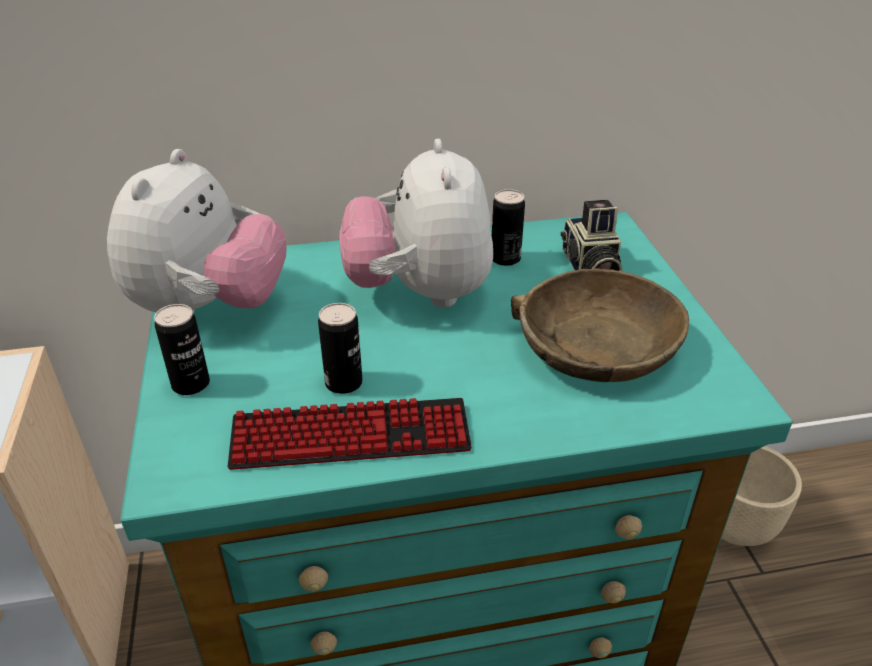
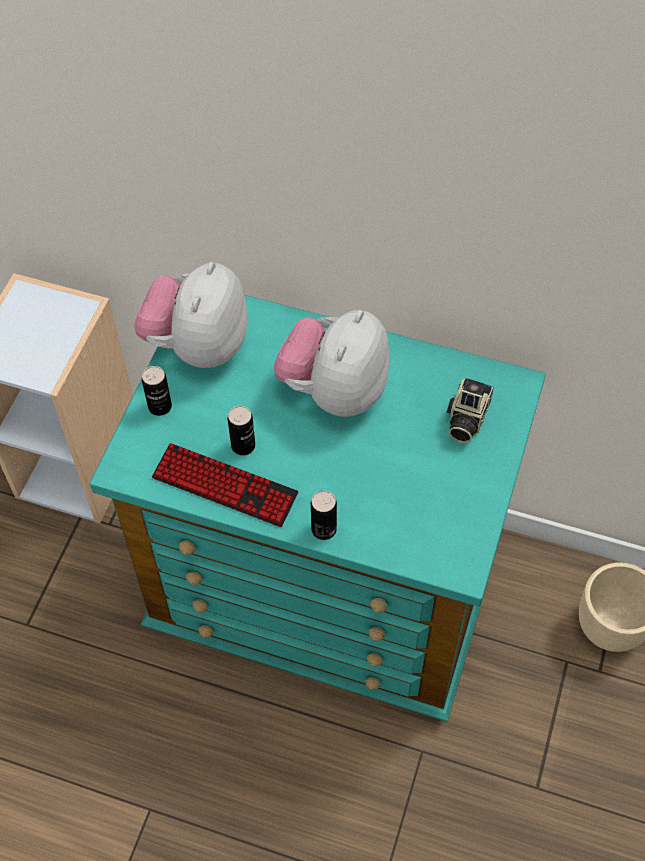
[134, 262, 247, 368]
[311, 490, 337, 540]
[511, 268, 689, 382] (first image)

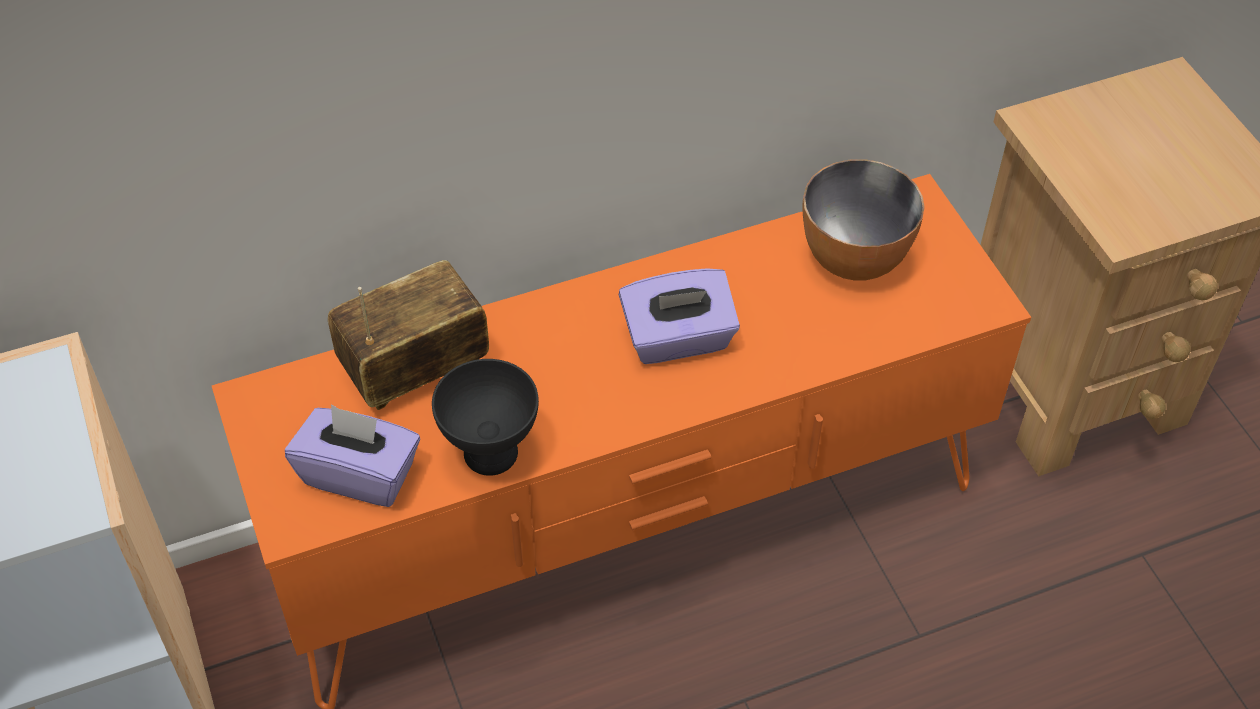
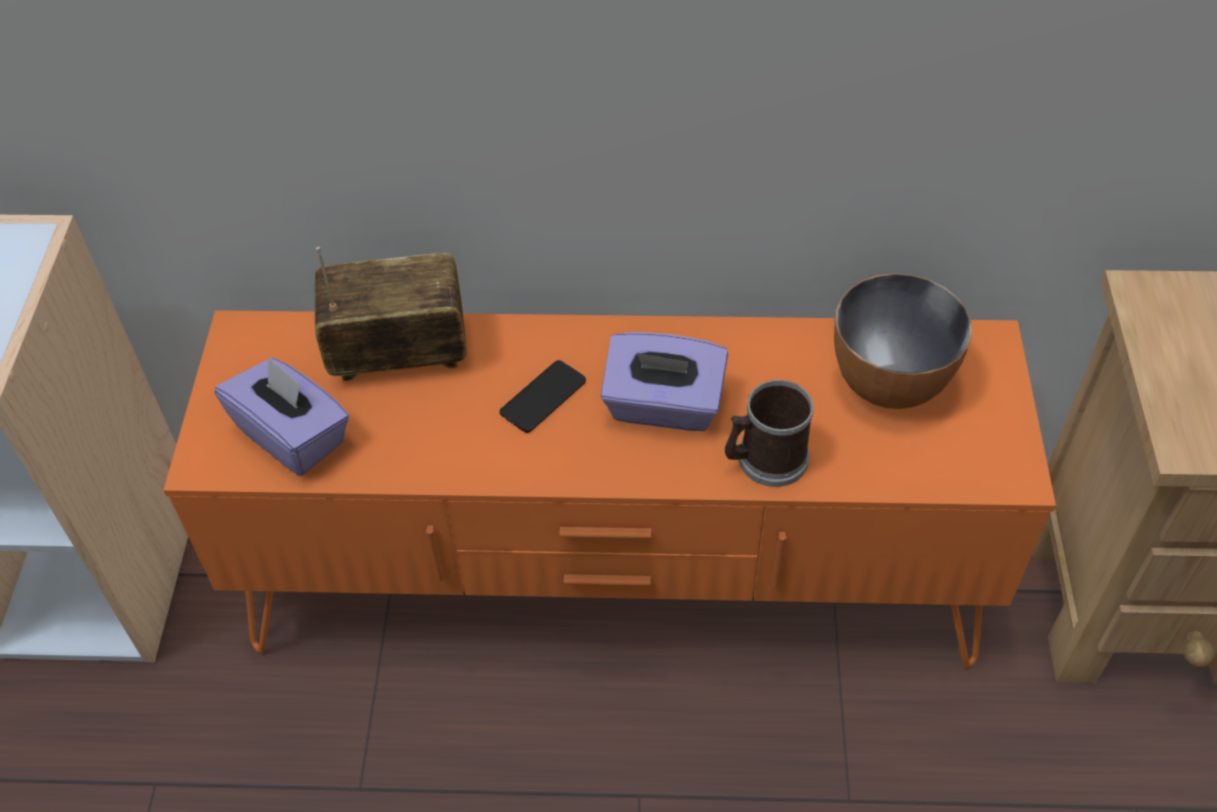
[432, 359, 539, 476] (first image)
[500, 360, 586, 433]
[725, 380, 813, 487]

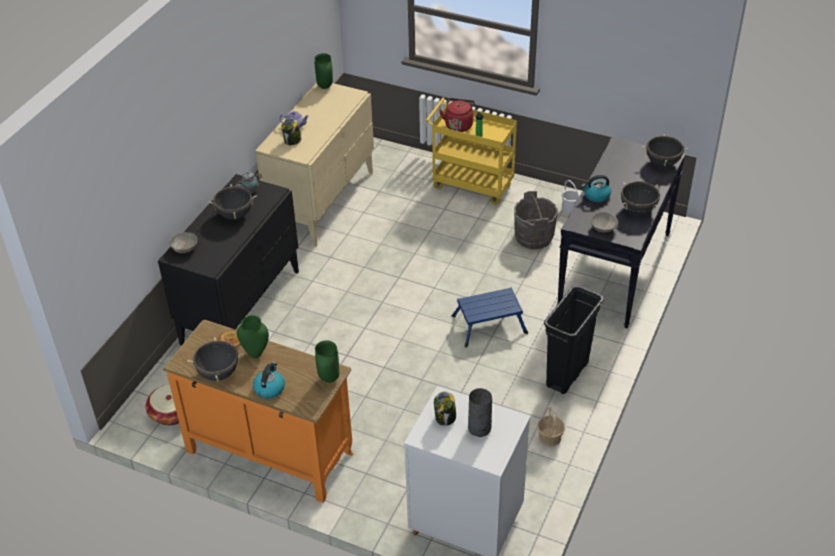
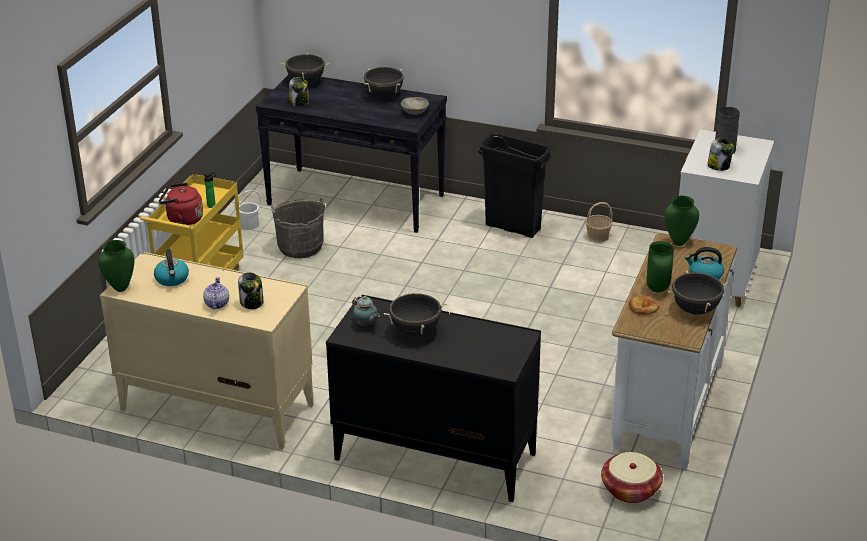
[610, 233, 737, 469]
[170, 232, 197, 253] (first image)
[451, 287, 528, 348] (first image)
[154, 249, 189, 286]
[289, 77, 309, 107]

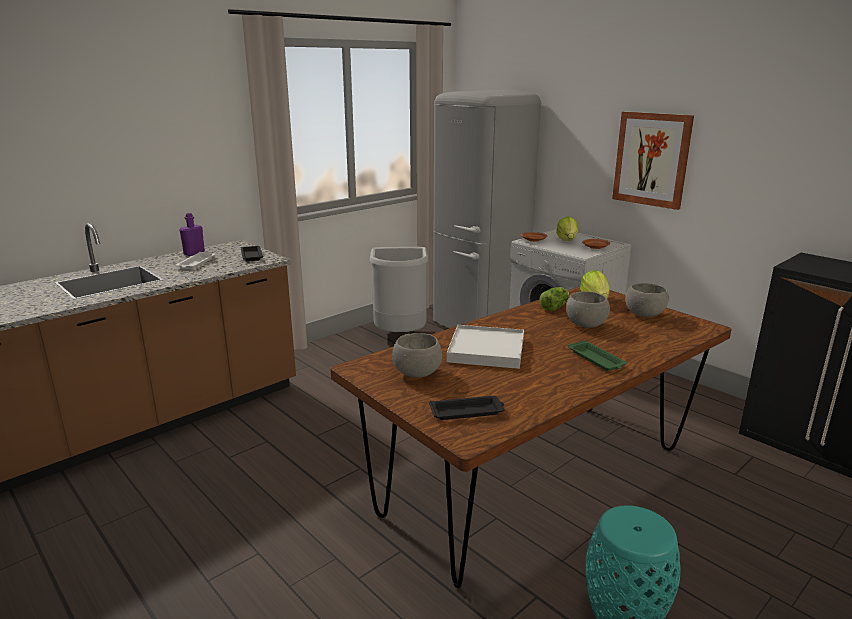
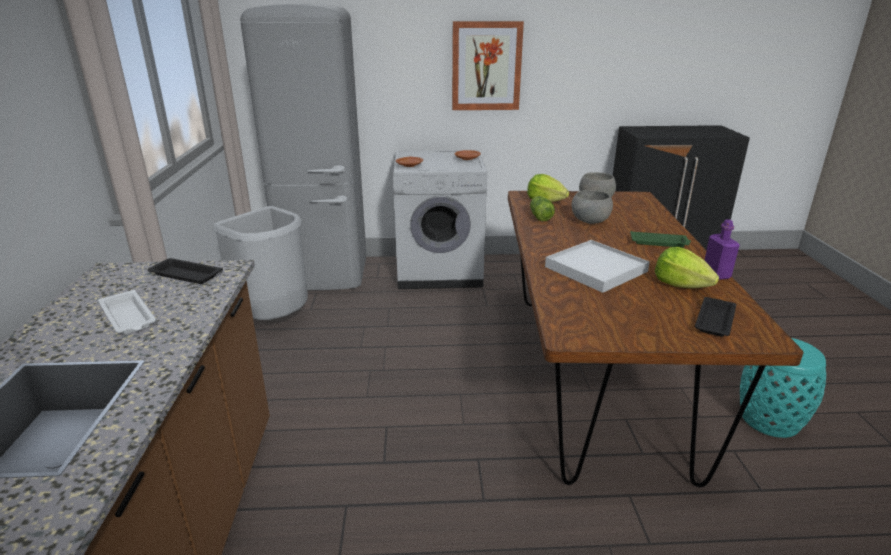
[705, 219, 740, 280]
[392, 333, 442, 378] (first image)
[655, 247, 719, 288]

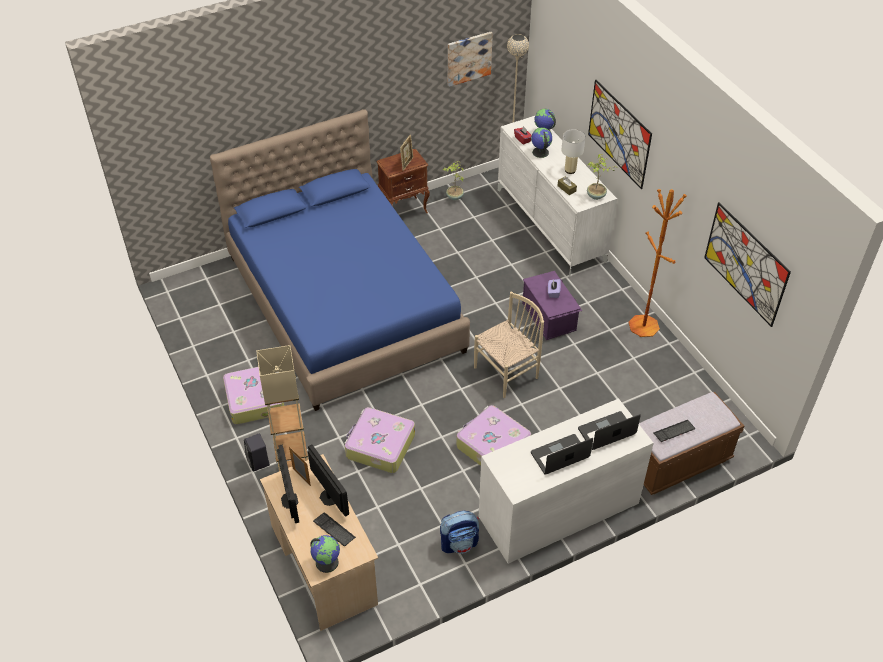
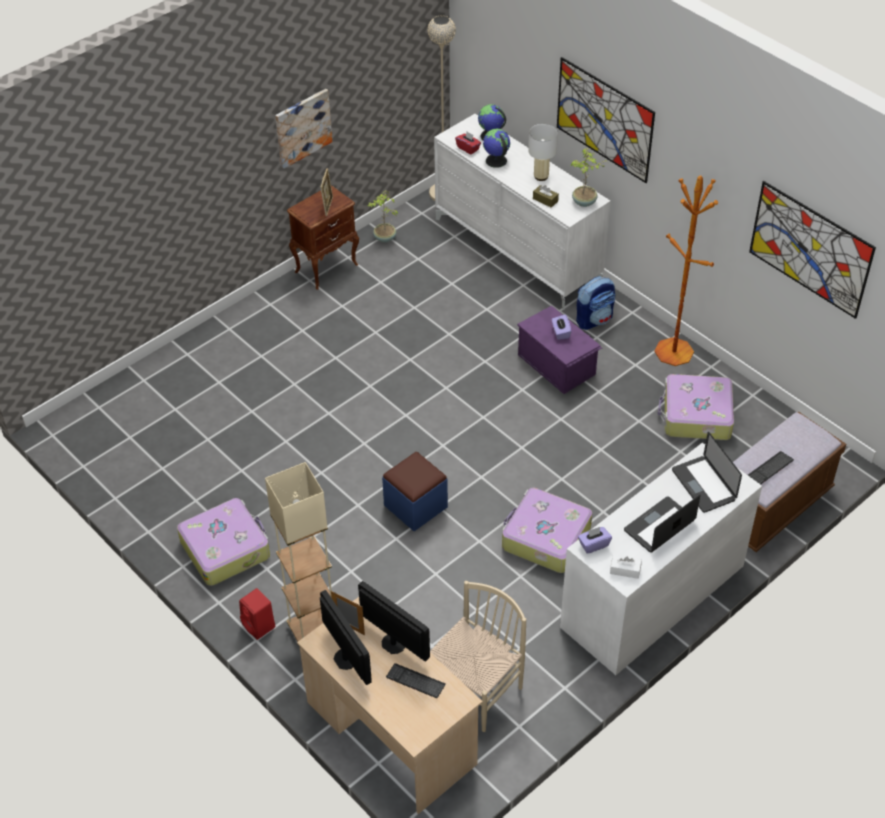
[210, 109, 470, 411] (first image)
[239, 588, 275, 640]
[310, 535, 340, 573] (first image)
[658, 374, 734, 440]
[576, 276, 615, 330]
[275, 89, 332, 169]
[430, 581, 526, 732]
[672, 432, 742, 513]
[382, 452, 448, 531]
[578, 527, 612, 554]
[610, 555, 642, 579]

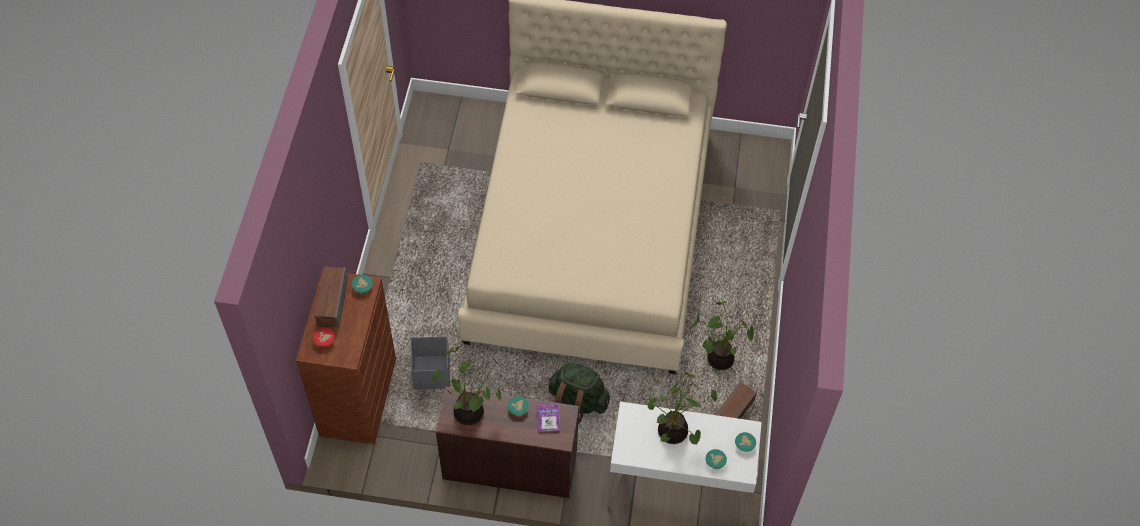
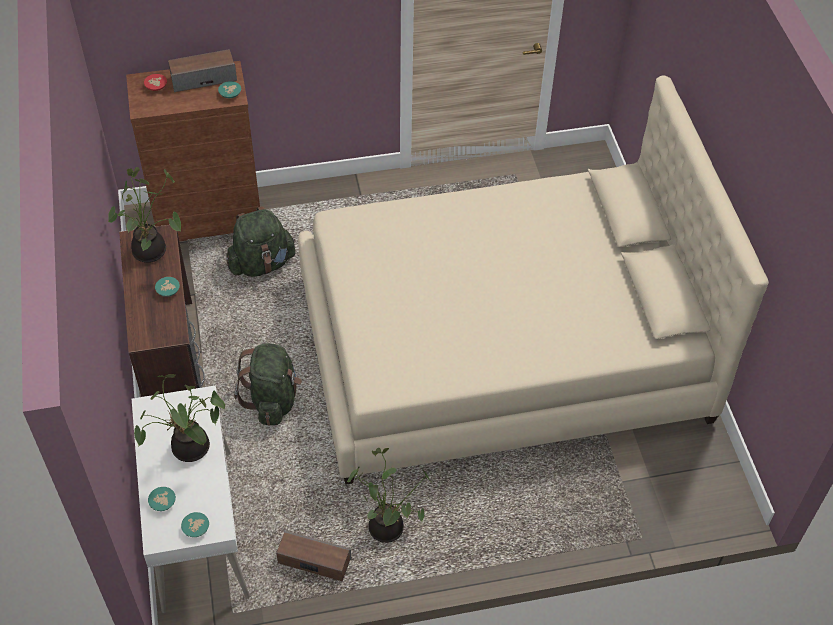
[226, 206, 296, 277]
[536, 403, 560, 432] (first image)

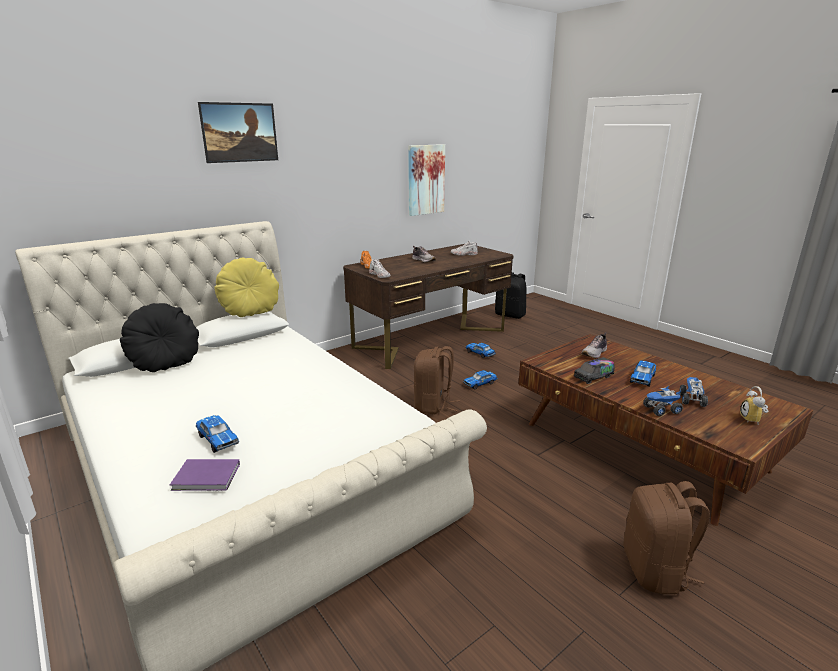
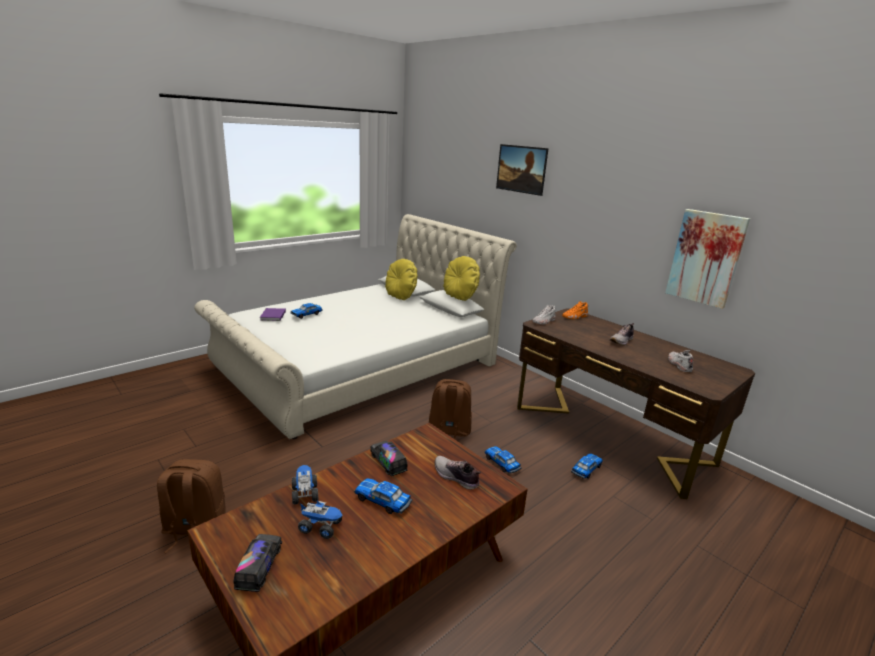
[385, 259, 417, 300]
[495, 272, 526, 319] (first image)
[234, 534, 282, 592]

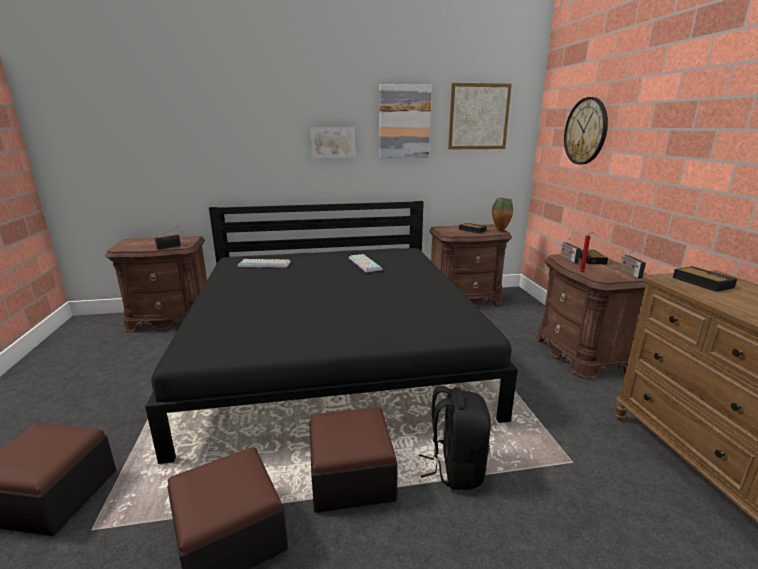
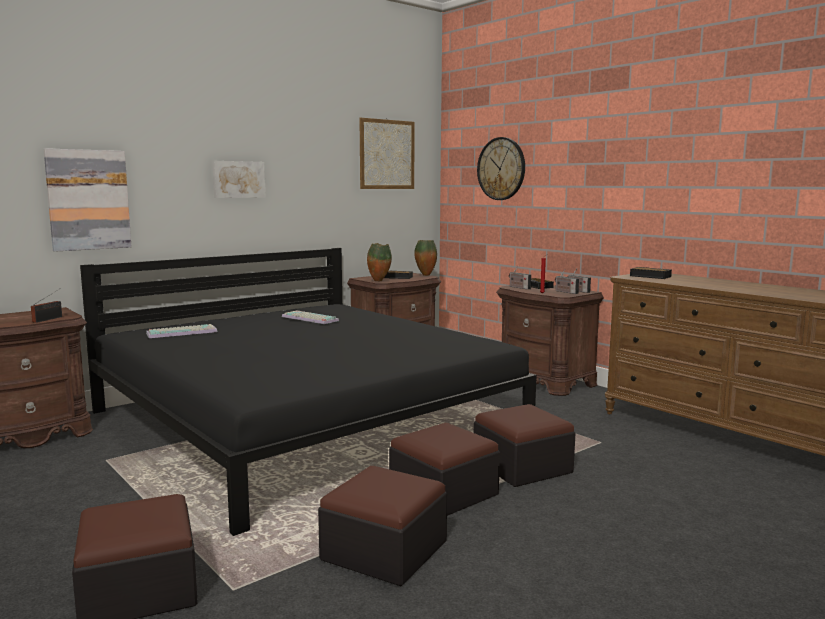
[44, 148, 132, 252]
[474, 404, 575, 487]
[367, 243, 392, 281]
[555, 270, 579, 294]

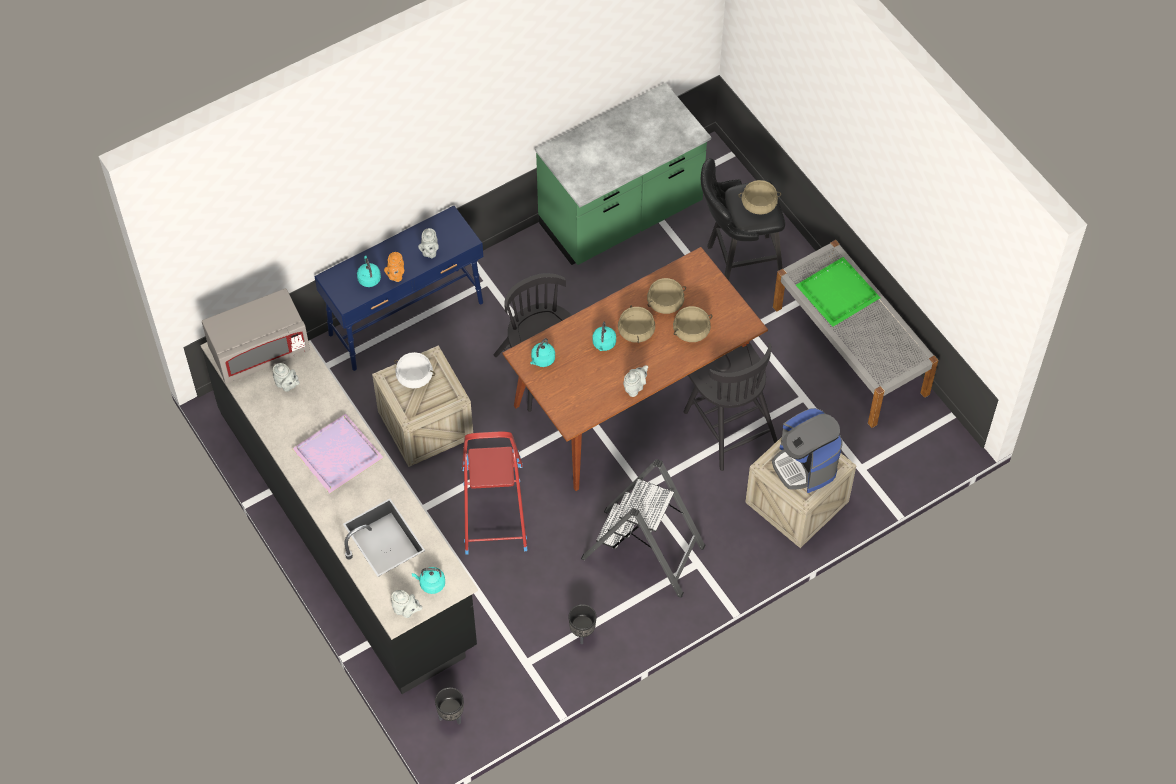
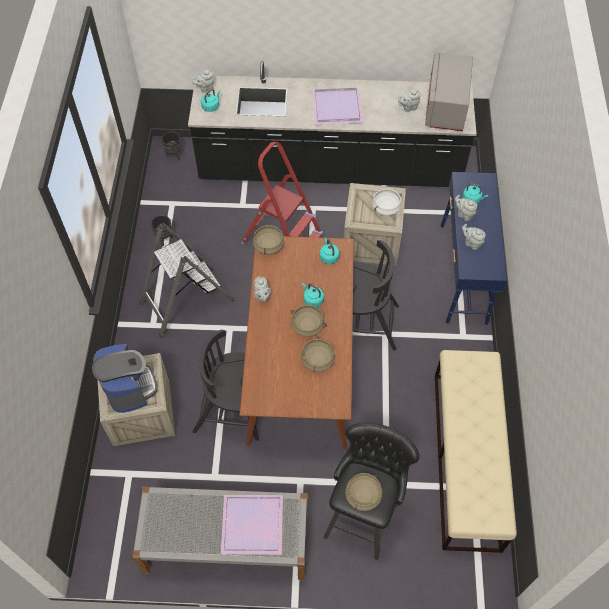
[455, 195, 477, 221]
[435, 350, 517, 553]
[253, 224, 284, 255]
[92, 344, 157, 413]
[221, 495, 283, 555]

